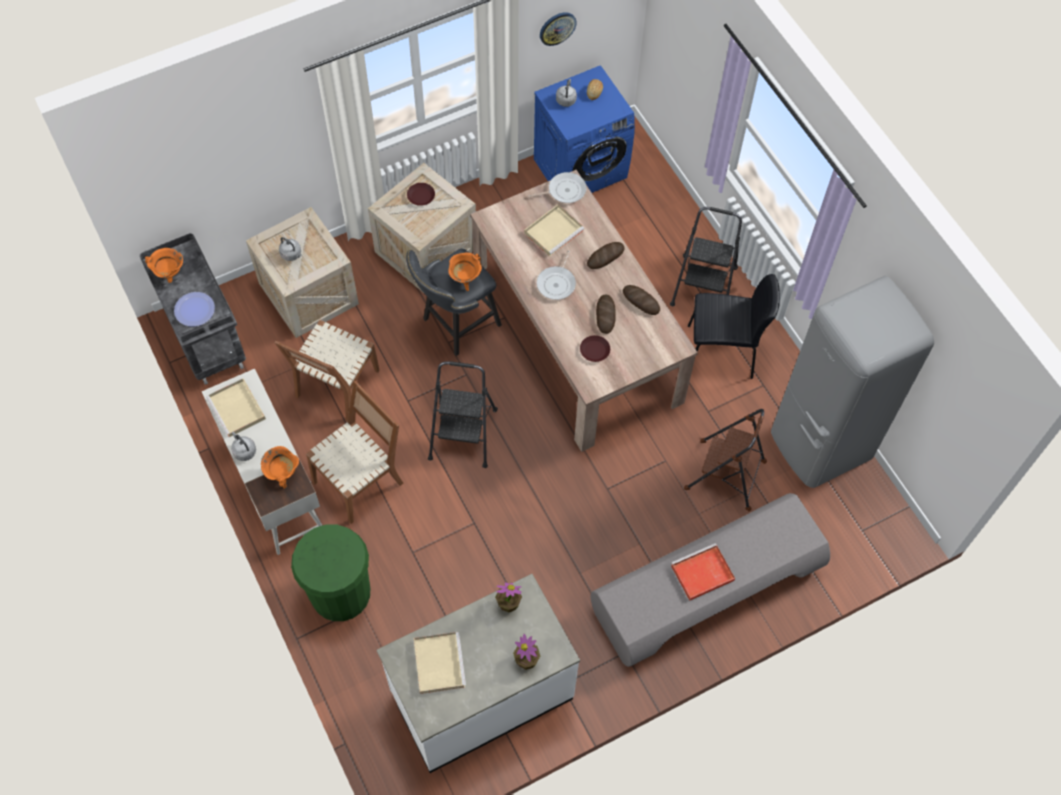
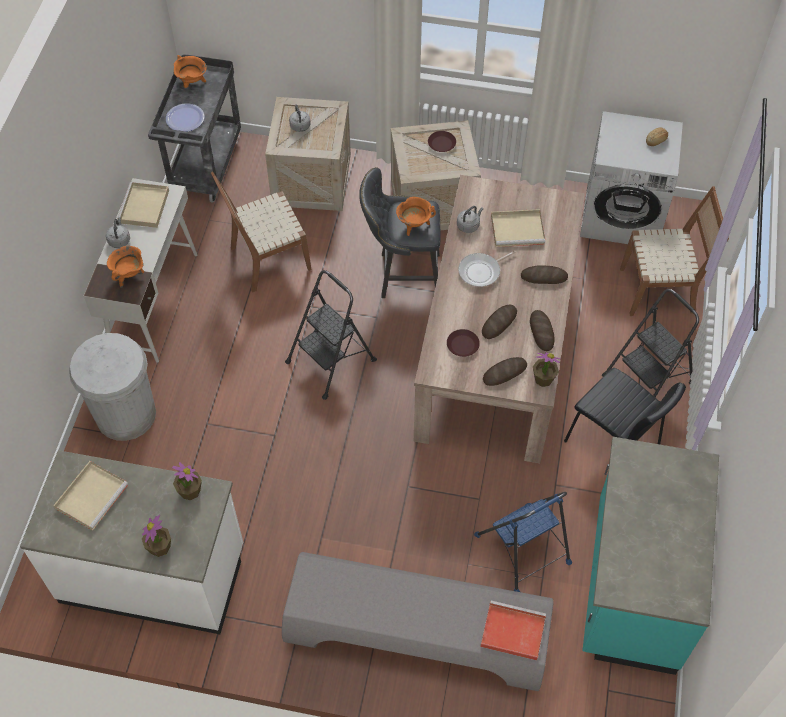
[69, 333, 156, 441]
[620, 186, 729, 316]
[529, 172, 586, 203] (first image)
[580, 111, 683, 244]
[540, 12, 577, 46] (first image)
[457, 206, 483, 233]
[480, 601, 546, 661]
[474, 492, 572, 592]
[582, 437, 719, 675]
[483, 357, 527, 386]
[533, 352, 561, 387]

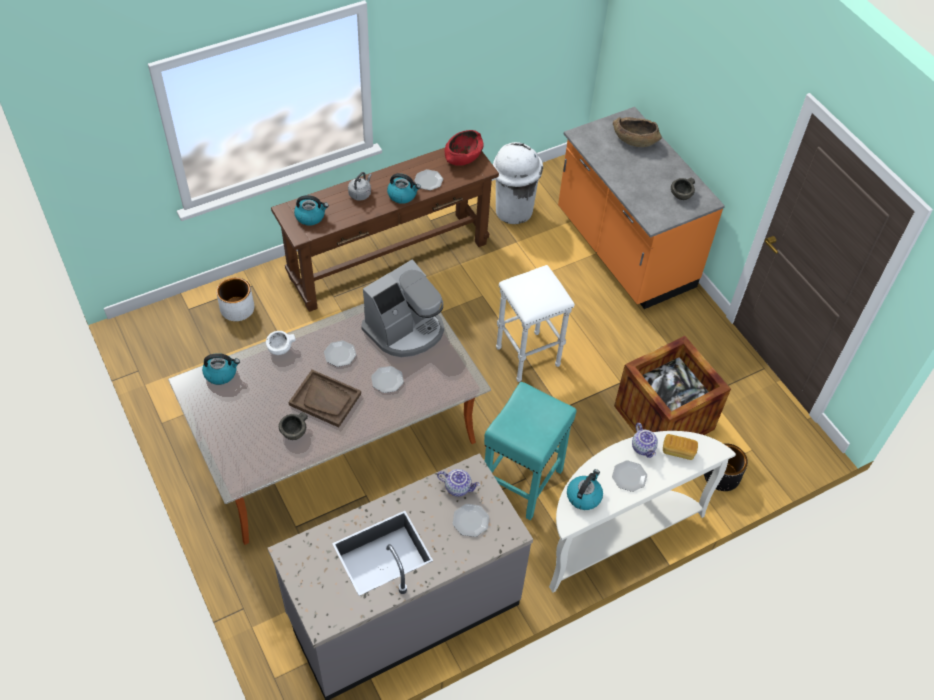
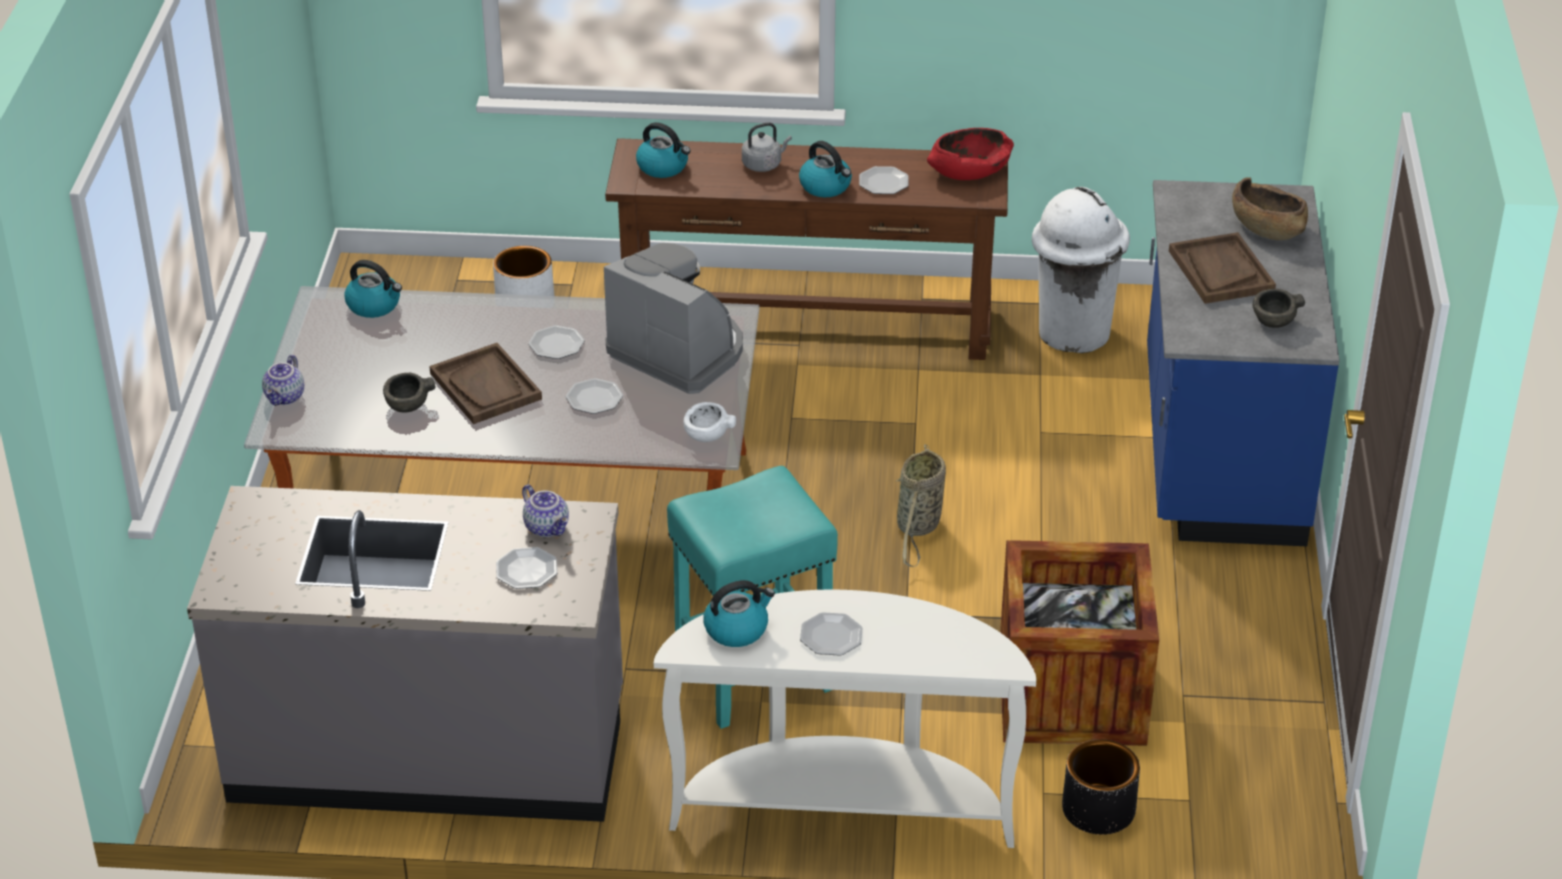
[683, 402, 736, 442]
[604, 243, 743, 394]
[896, 444, 946, 567]
[1147, 180, 1340, 546]
[262, 355, 304, 406]
[663, 434, 698, 460] (first image)
[1169, 232, 1276, 304]

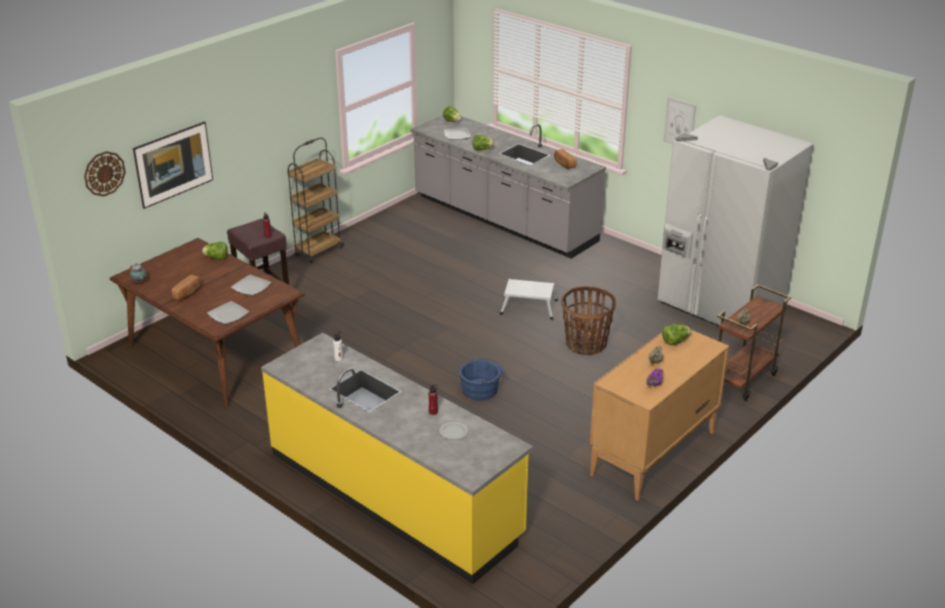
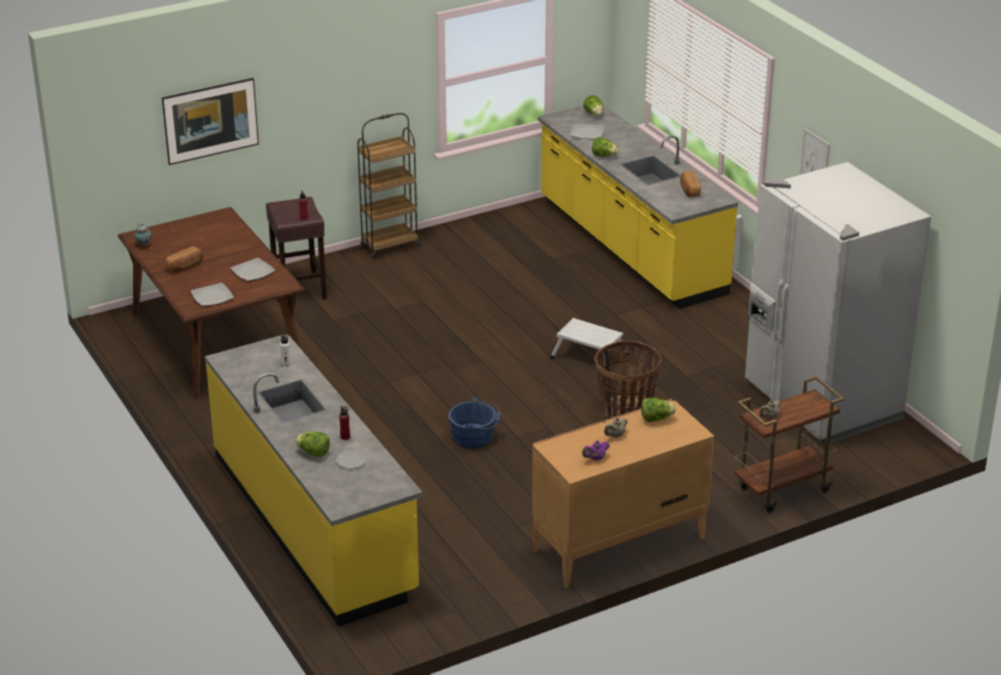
[84, 151, 126, 197] (first image)
[295, 432, 330, 457]
[538, 104, 738, 309]

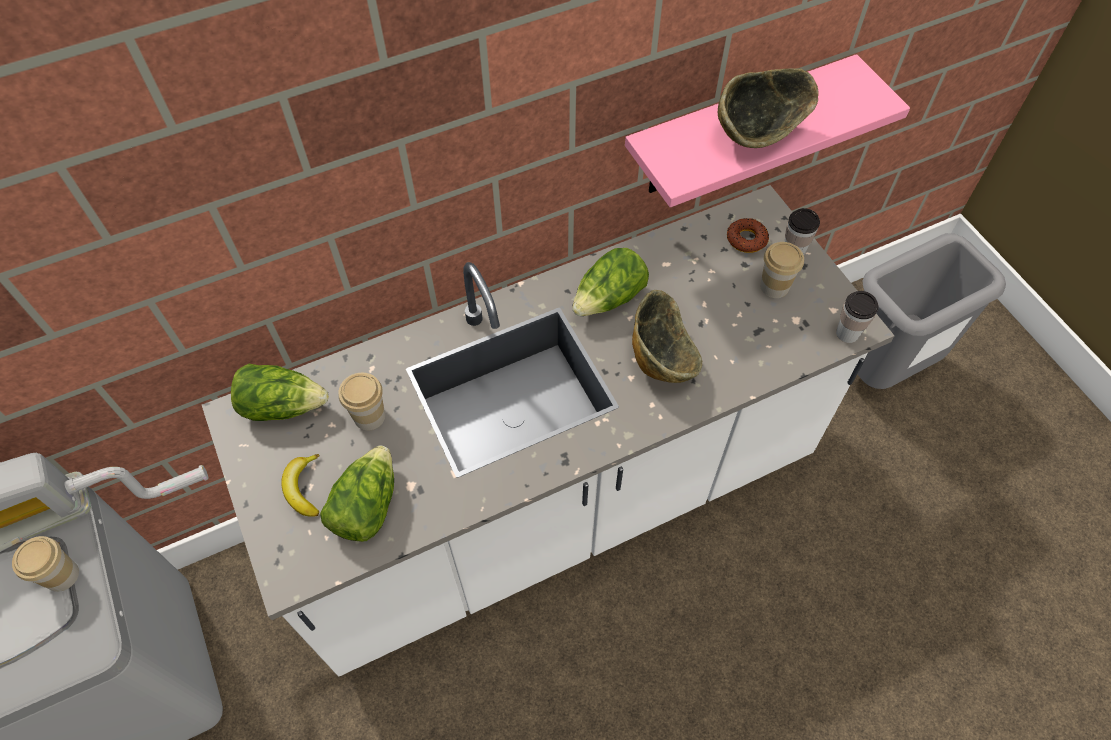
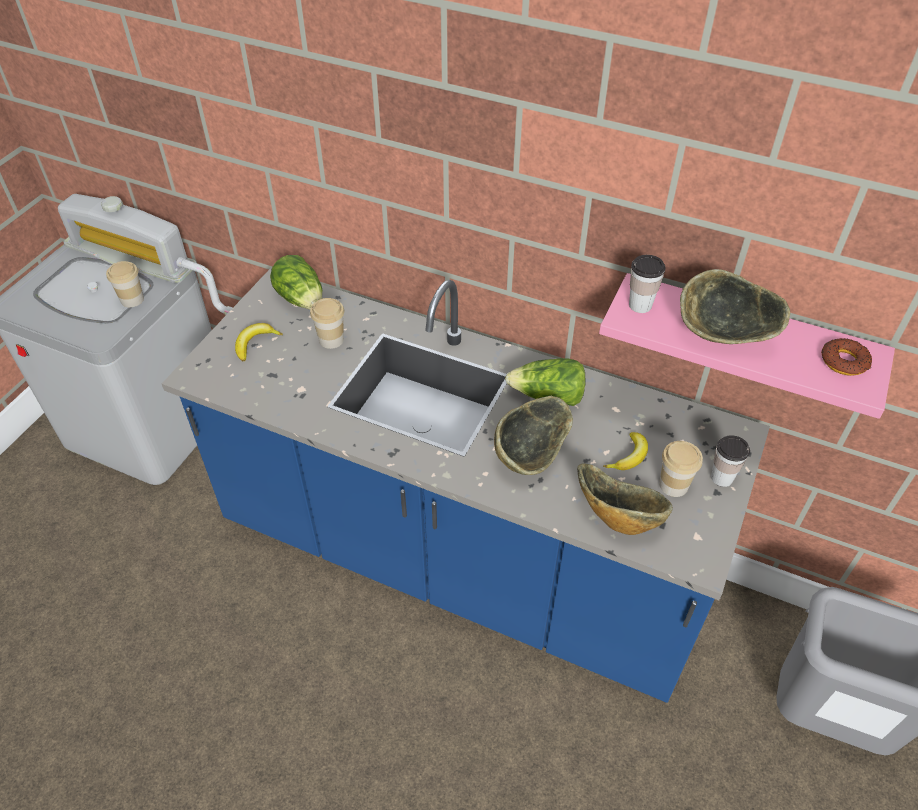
[162, 268, 770, 703]
[320, 445, 394, 542] (first image)
[821, 338, 872, 376]
[629, 255, 666, 313]
[577, 463, 673, 535]
[603, 432, 648, 470]

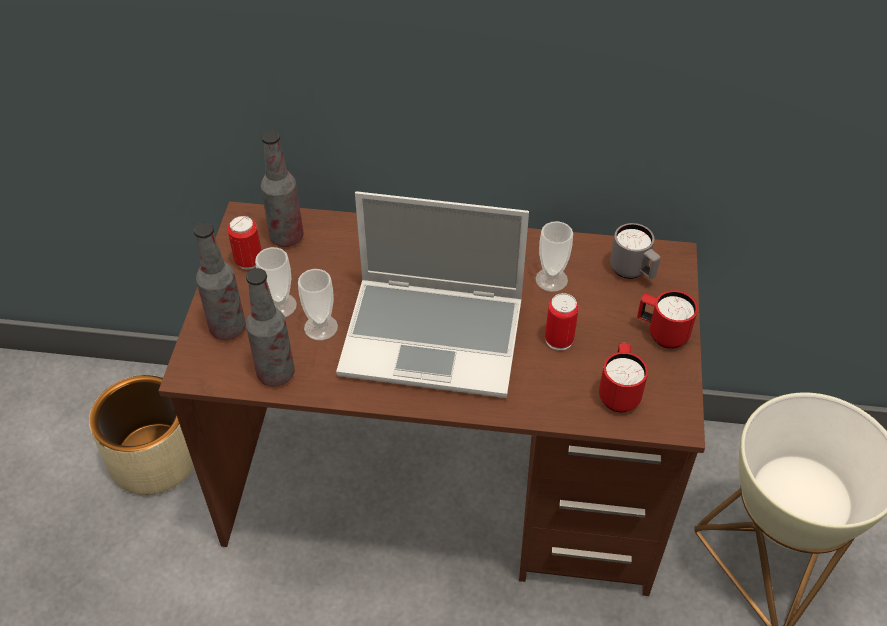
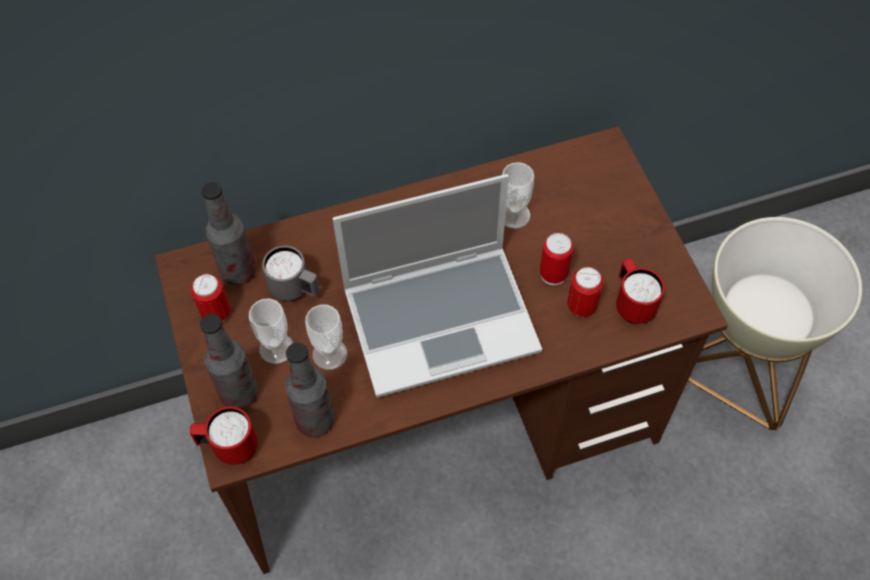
[89, 375, 194, 495] (first image)
[262, 246, 319, 301]
[190, 406, 257, 465]
[567, 267, 603, 317]

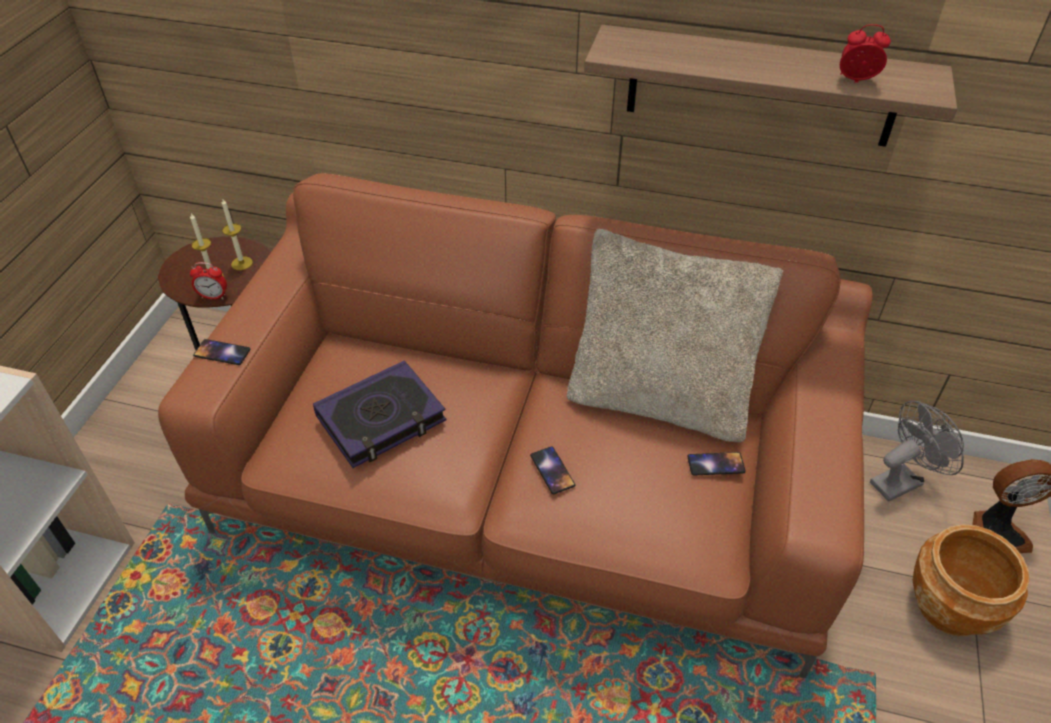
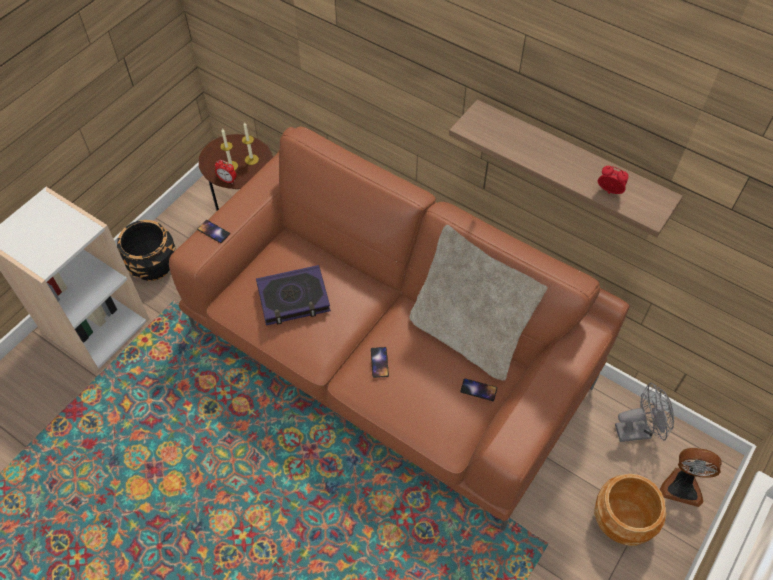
[117, 220, 176, 281]

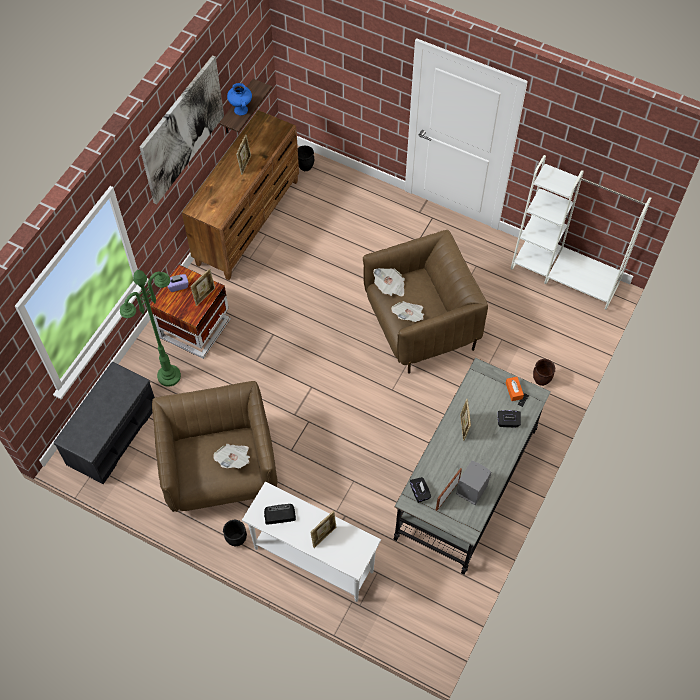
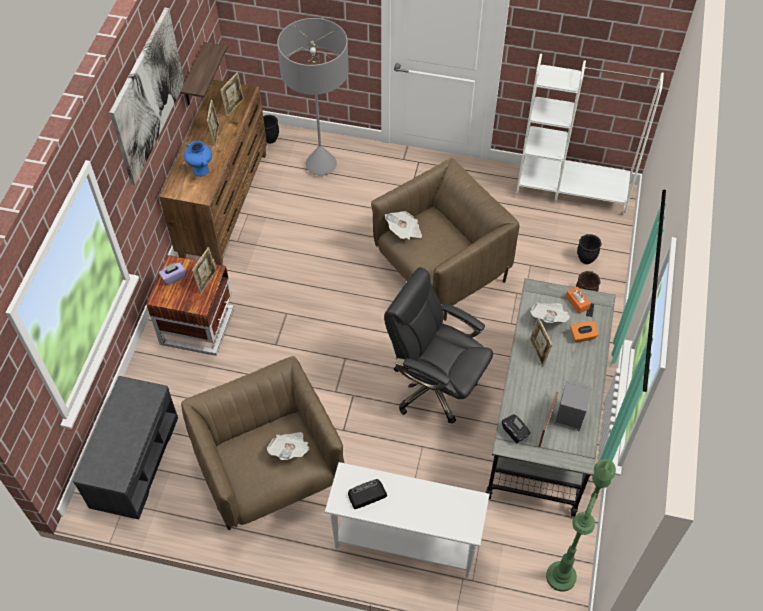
[546, 459, 616, 592]
[577, 234, 602, 264]
[184, 141, 212, 177]
[220, 72, 244, 117]
[530, 303, 571, 323]
[570, 321, 599, 343]
[277, 18, 349, 176]
[384, 267, 493, 423]

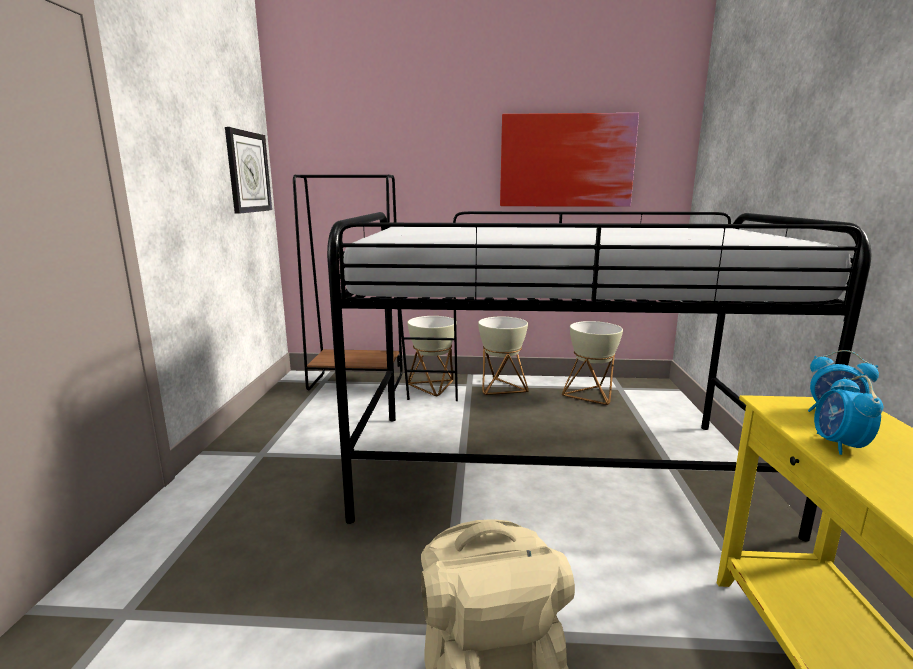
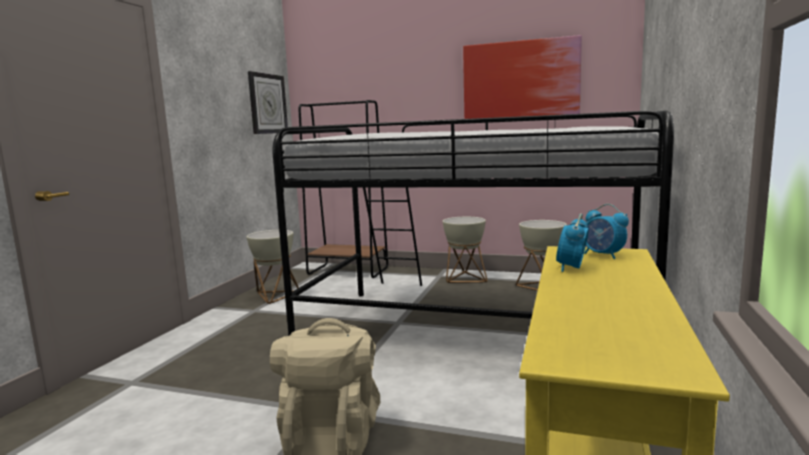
[247, 230, 299, 304]

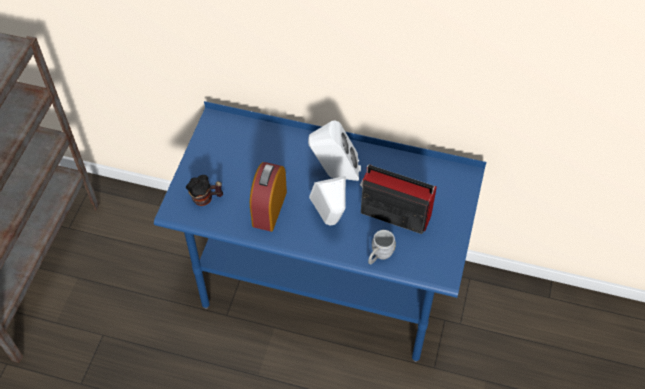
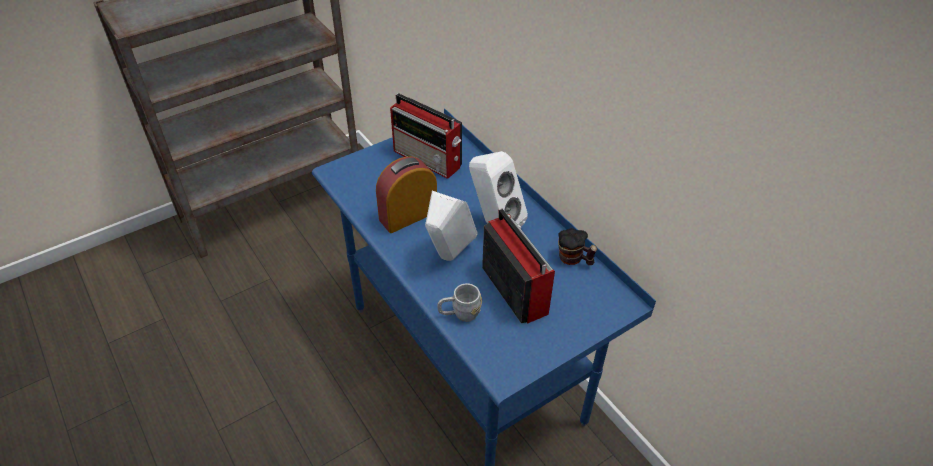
[558, 228, 597, 265]
[390, 93, 462, 179]

